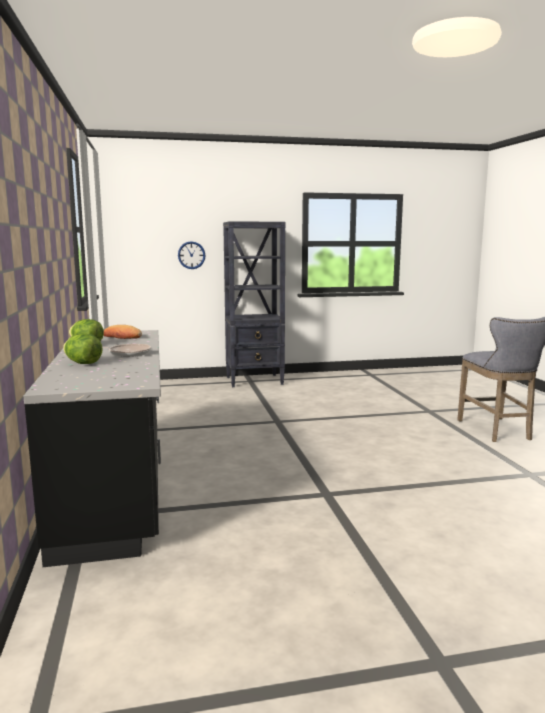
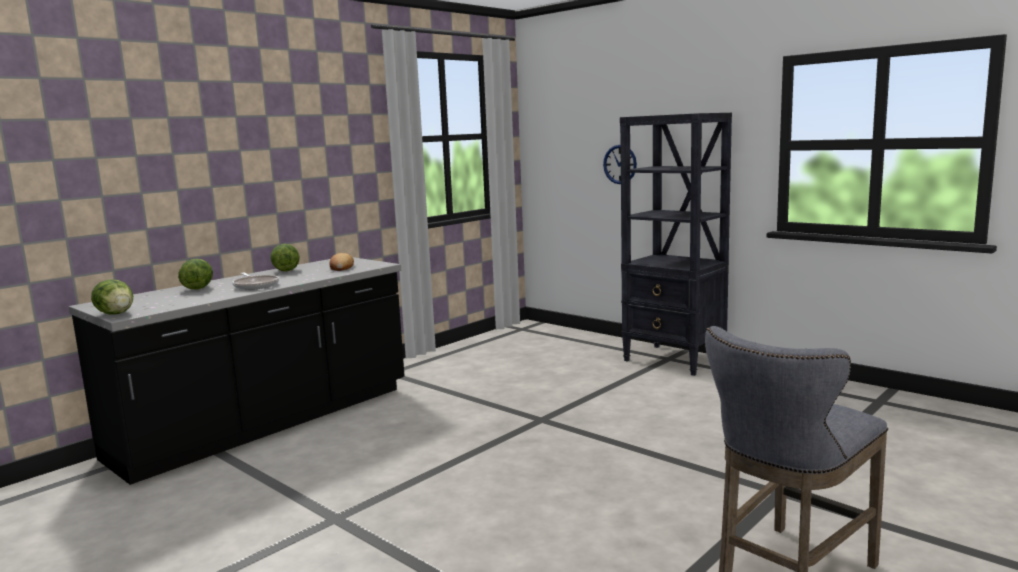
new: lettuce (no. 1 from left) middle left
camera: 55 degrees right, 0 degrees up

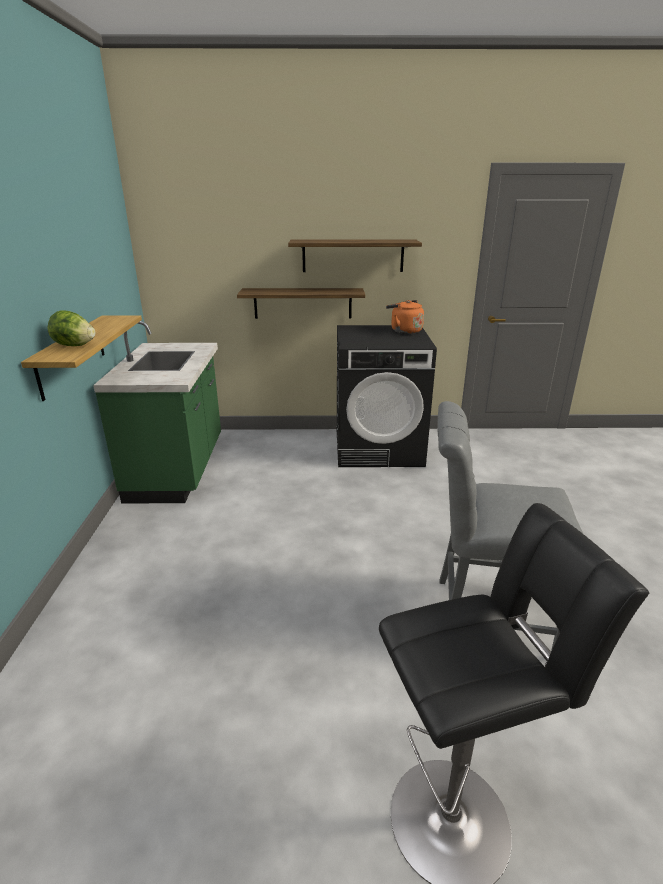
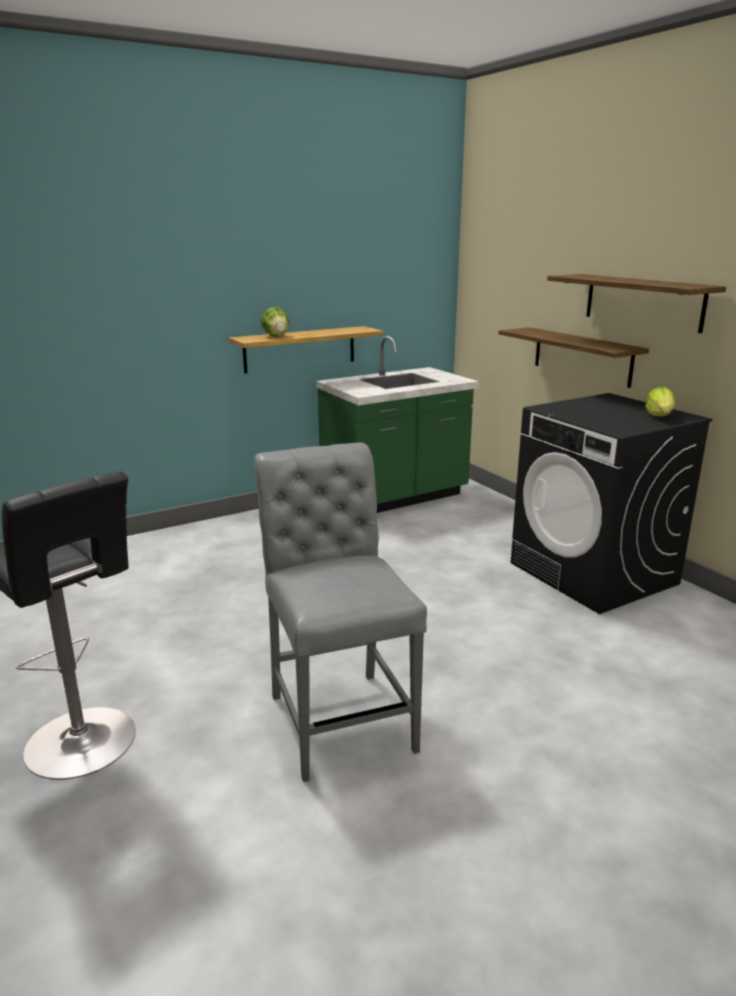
swapped: orange kettle centre to lettuce (no. 2 from left) middle right
camera: 60 degrees right, 5 degrees down

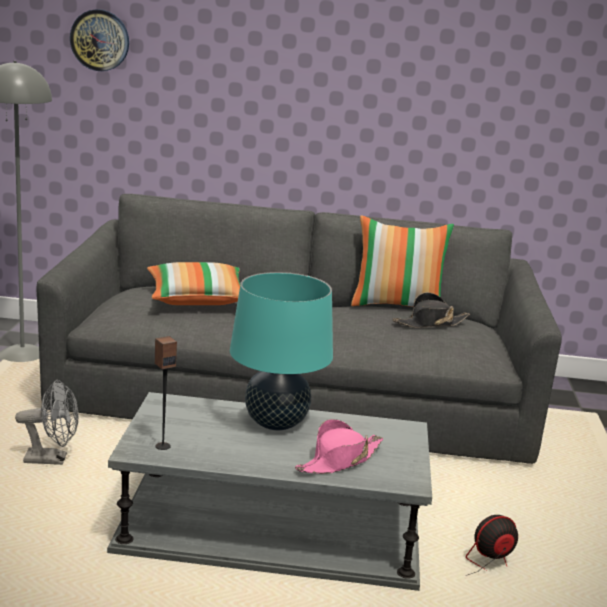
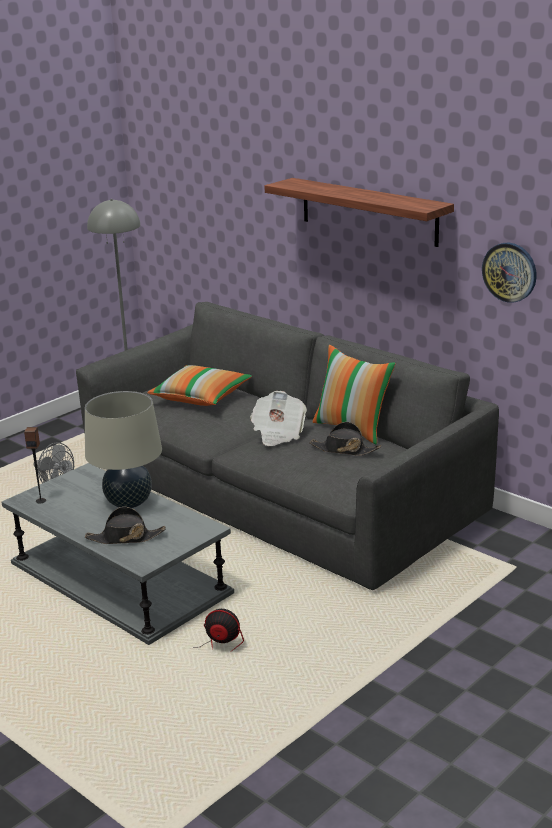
new: newspaper centre; shelf top centre
shifted: wall clock top left to top right
repainted: turquoise table lamp centre to beige table lamp middle left; pink hat bottom centre to black hat (no. 1 from left) middle left
camera: 40 degrees right, 5 degrees up

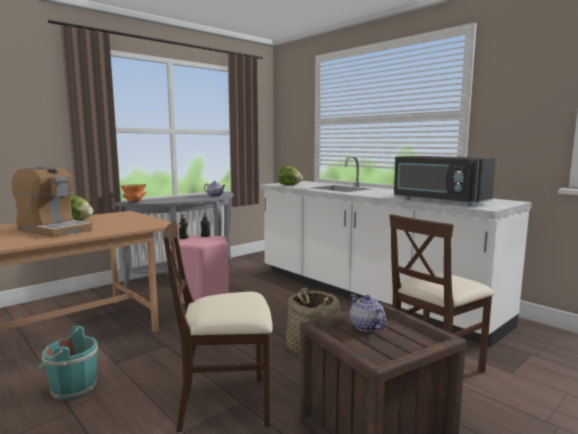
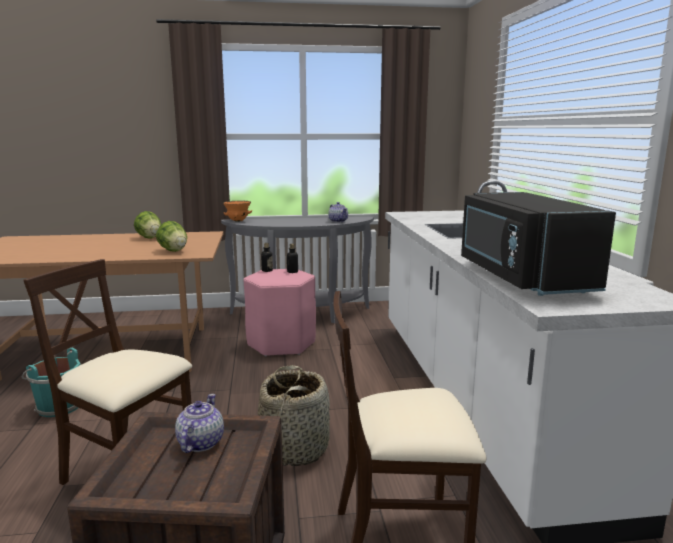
gone: coffee machine middle left
shifted: lettuce (no. 2 from left) centre to middle left
camera: 35 degrees right, 5 degrees up

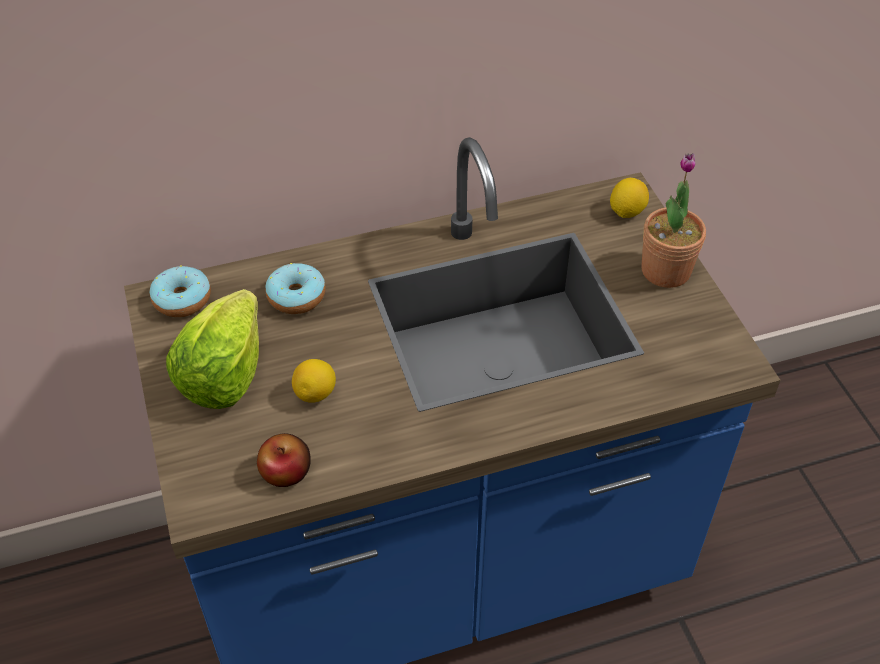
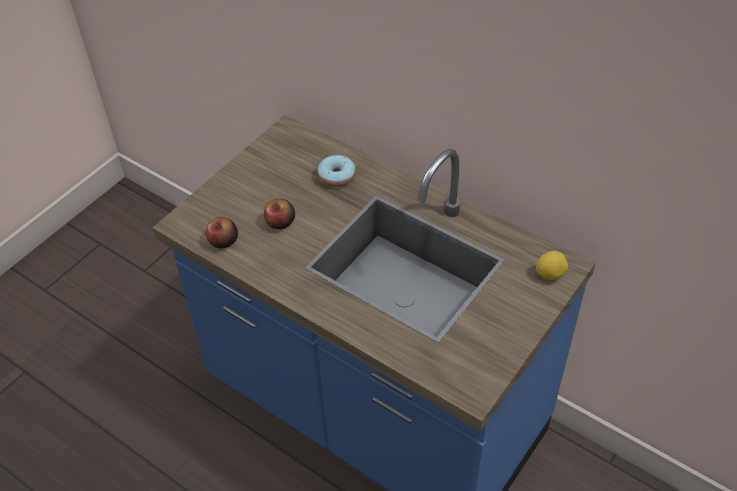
gone: donut (no. 1 from left) middle left; lettuce middle left; potted plant top right
swapped: lemon (no. 1 from left) centre to apple (no. 2 from left) centre
camera: 55 degrees right, 0 degrees up

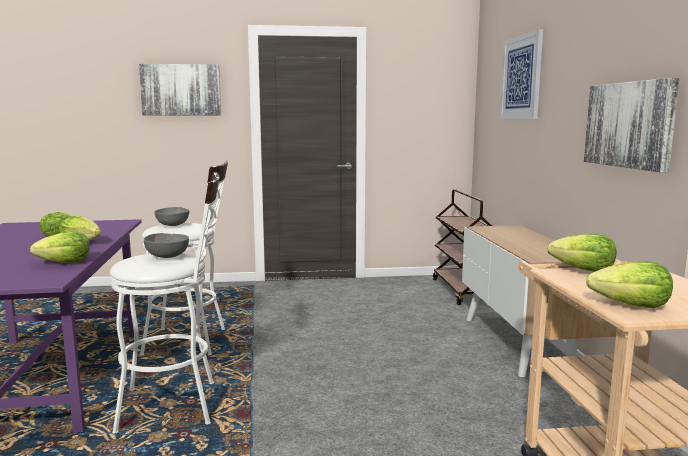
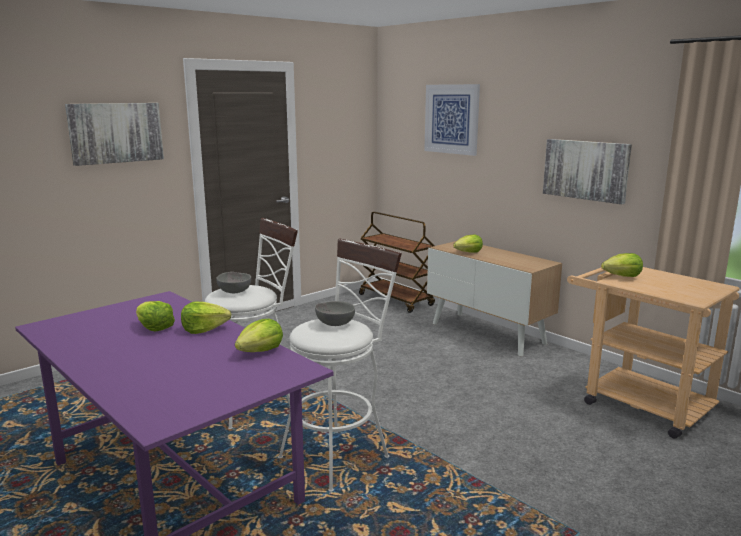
shifted: lettuce (no. 5 from left in the first image) middle right to lettuce (no. 4 from left) centre
camera: 35 degrees left, 5 degrees up

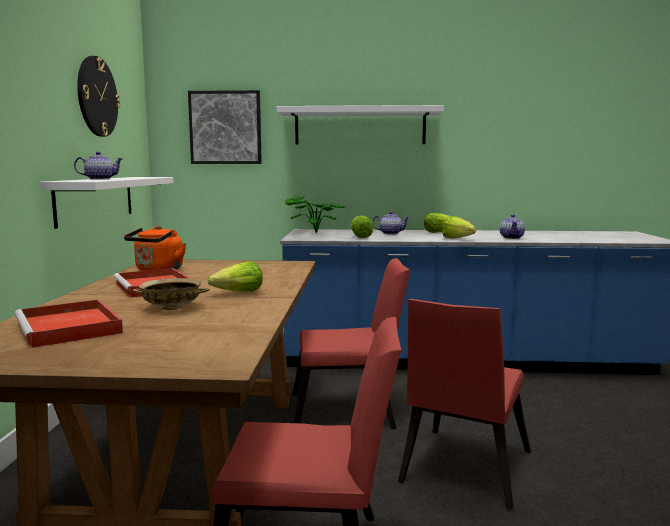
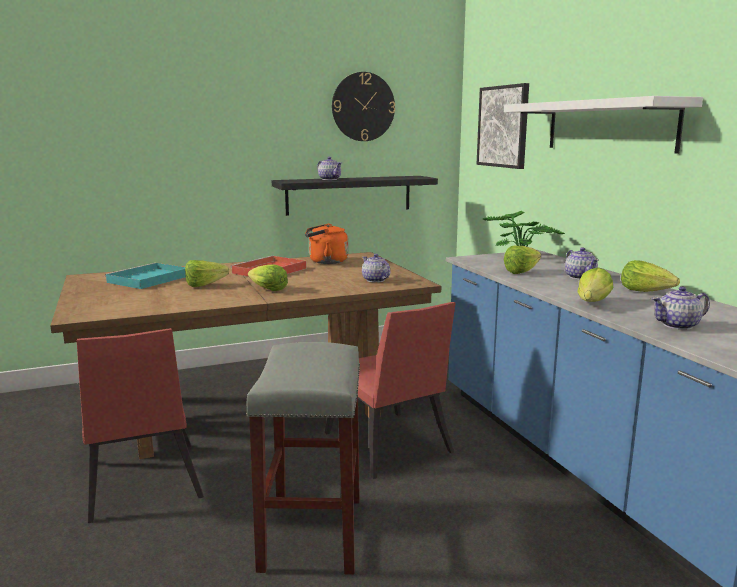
new: teapot (no. 2 from left) centre
swapped: beige bowl middle left to lettuce (no. 1 from left) middle left; red chair (no. 3 from left) bottom right to grey stool bottom centre
repainted: red tray (no. 1 from left) middle left to turquoise tray middle left; white shelf (no. 1 from left) middle left to black shelf centre
camera: 65 degrees right, 5 degrees up

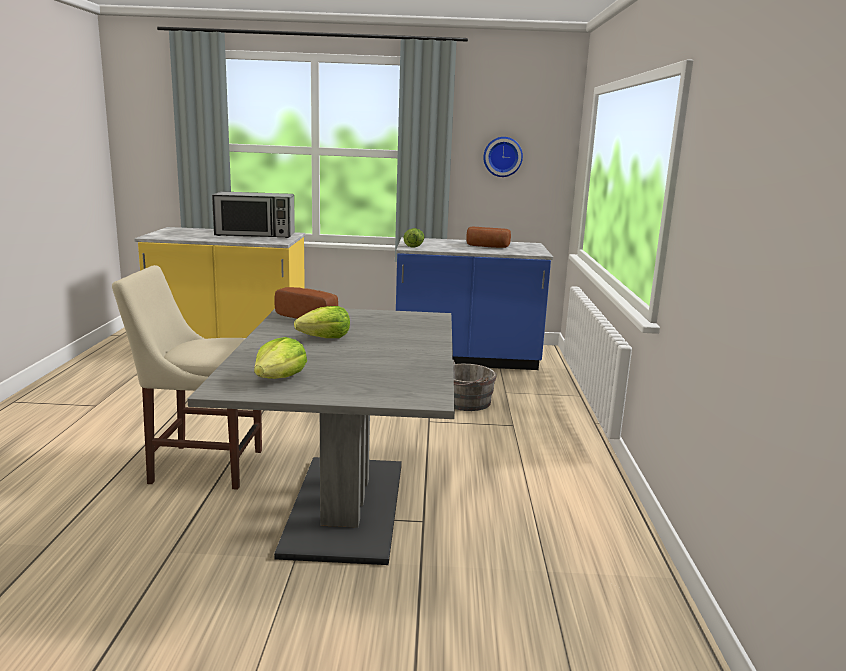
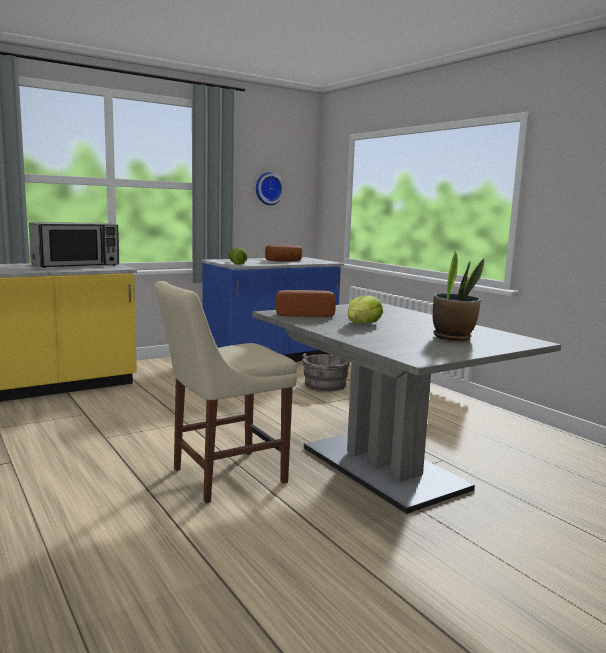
gone: lettuce (no. 1 from left) middle left
new: potted plant middle right
camera: 35 degrees left, 5 degrees down

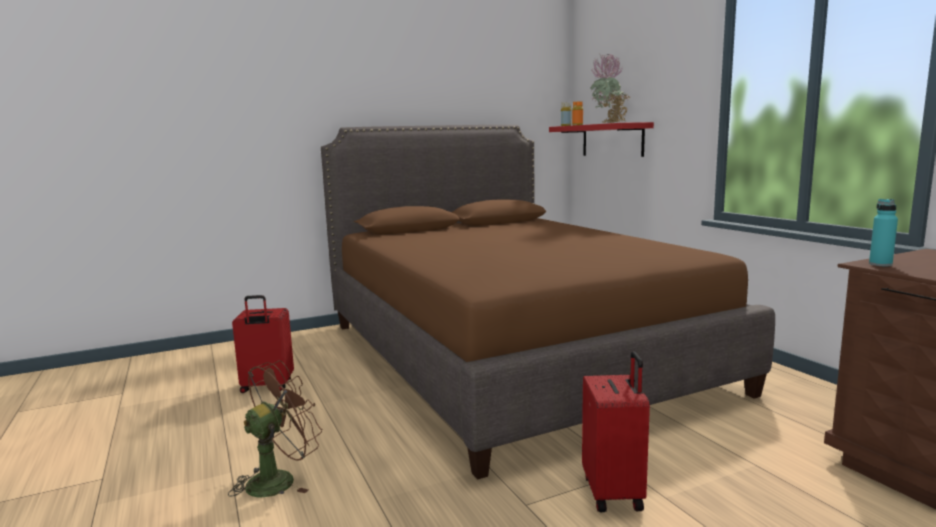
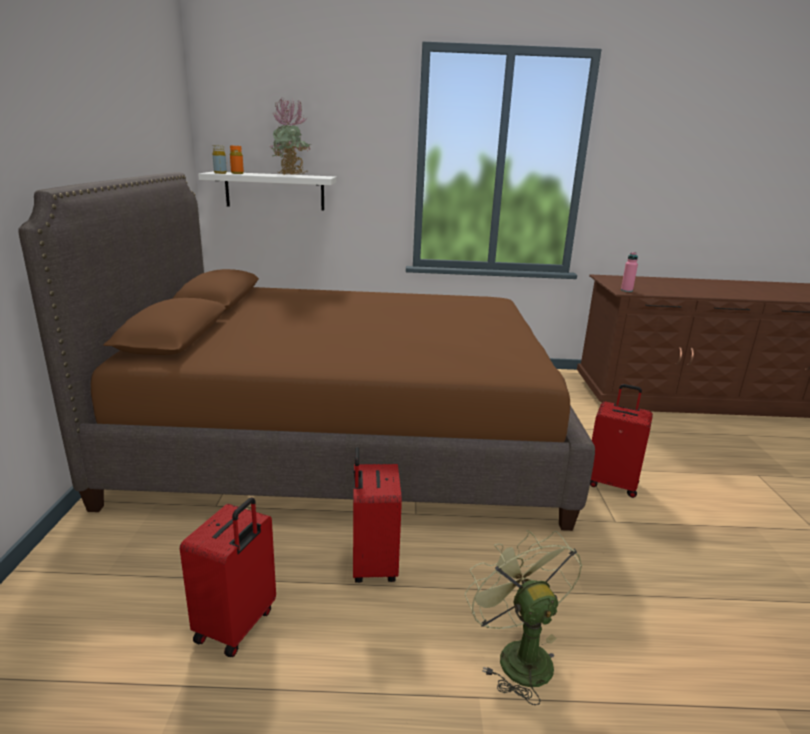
new: red suitcase (no. 2 from left) bottom centre
repainted: brown fan bottom left to green fan bottom centre; red shelf top centre to white shelf top left; turquoise bottle middle right to pink bottle middle right
camera: 65 degrees left, 10 degrees up

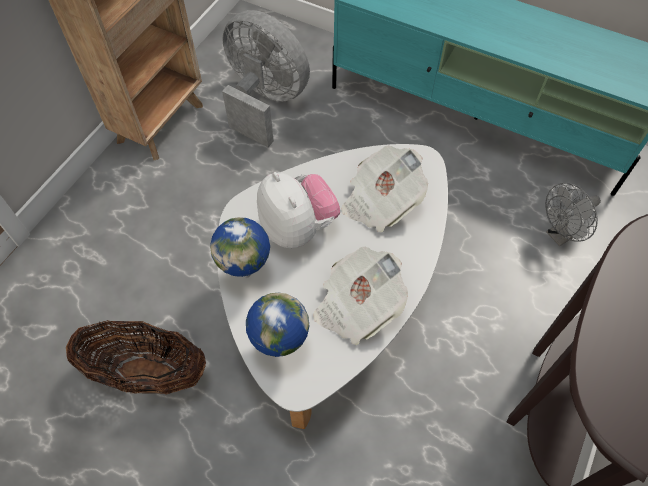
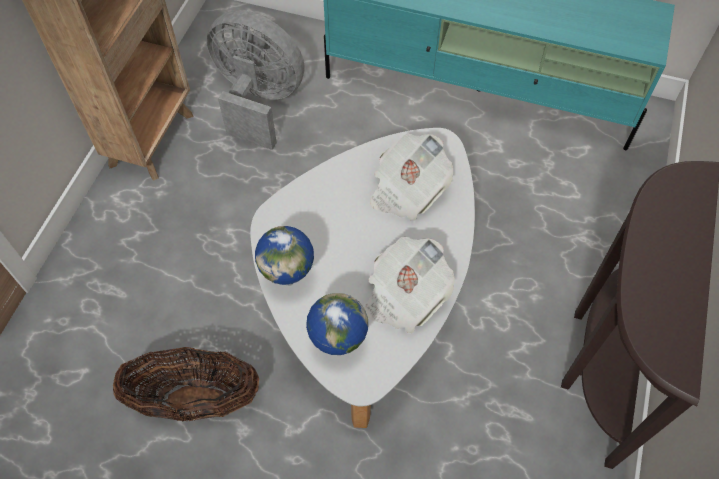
gone: plush toy centre; grey fan (no. 2 from left) middle right
camera: 10 degrees left, 0 degrees up

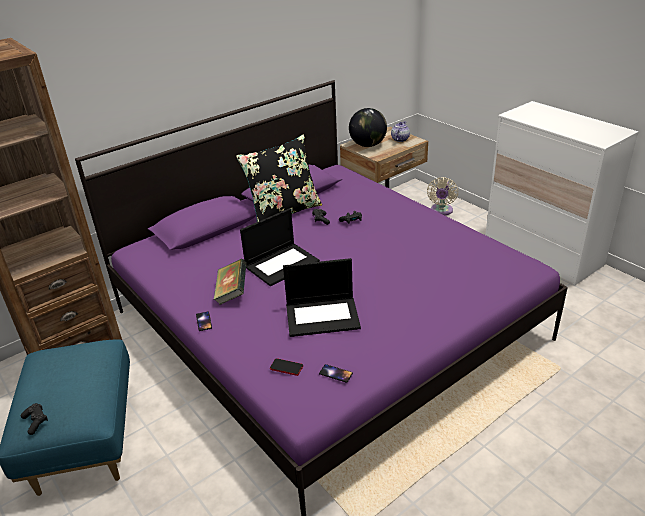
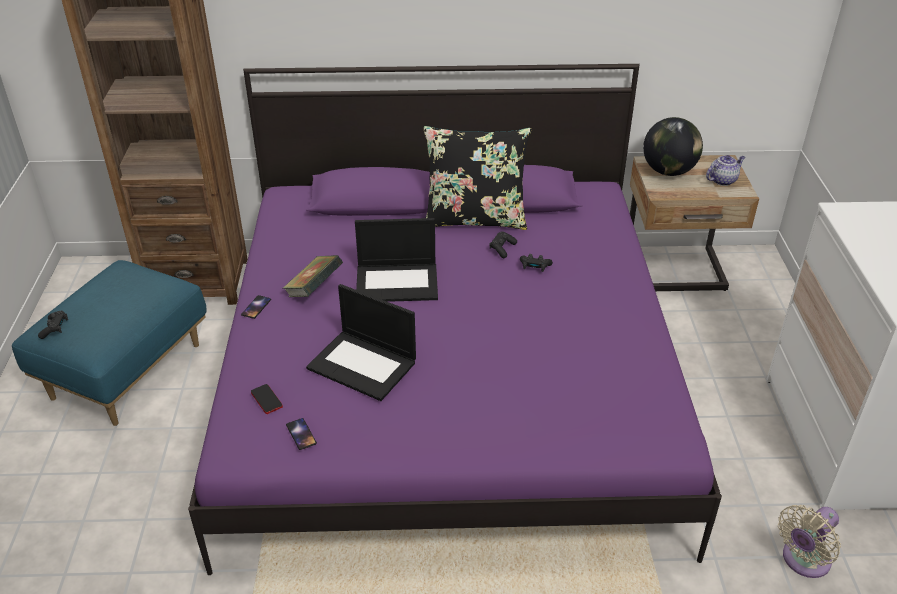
shifted: beige fan middle right to bottom right
camera: 35 degrees right, 5 degrees up

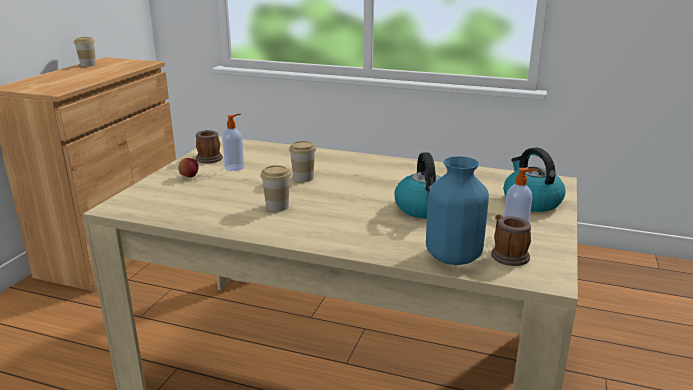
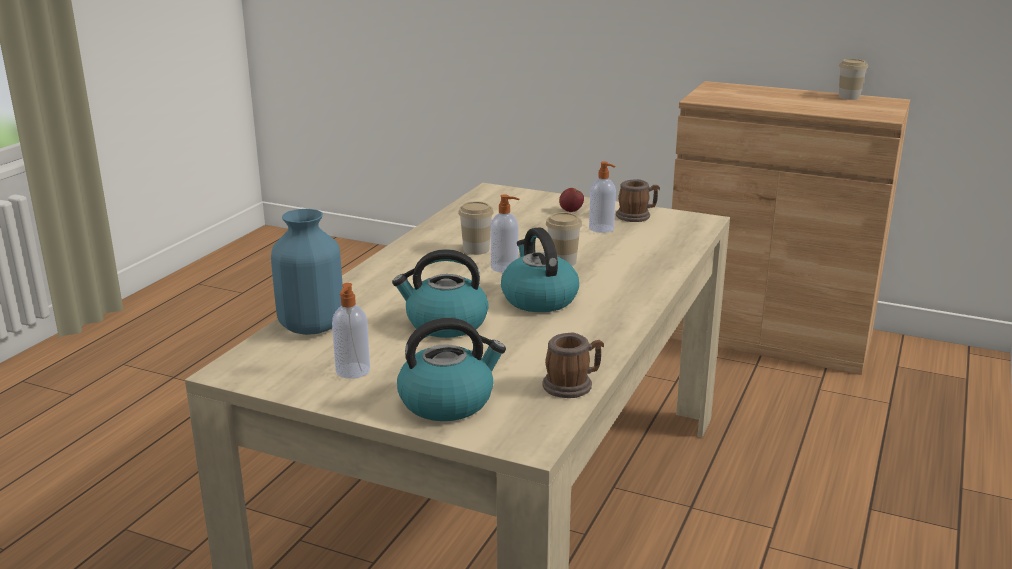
new: soap dispenser (no. 2 from left) centre; kettle (no. 3 from left) centre
shifted: mug (no. 2 from left in the first image) middle right to mug (no. 1 from left) centre
camera: 95 degrees right, 0 degrees up

